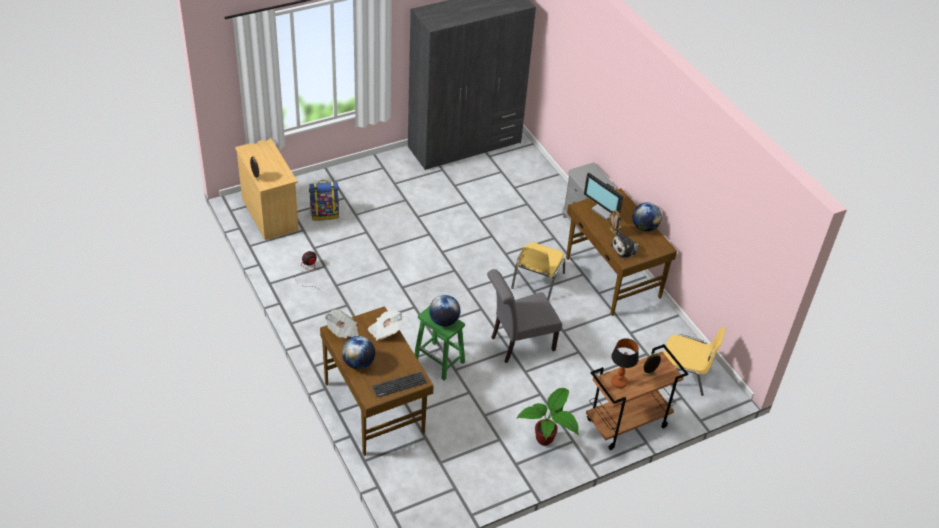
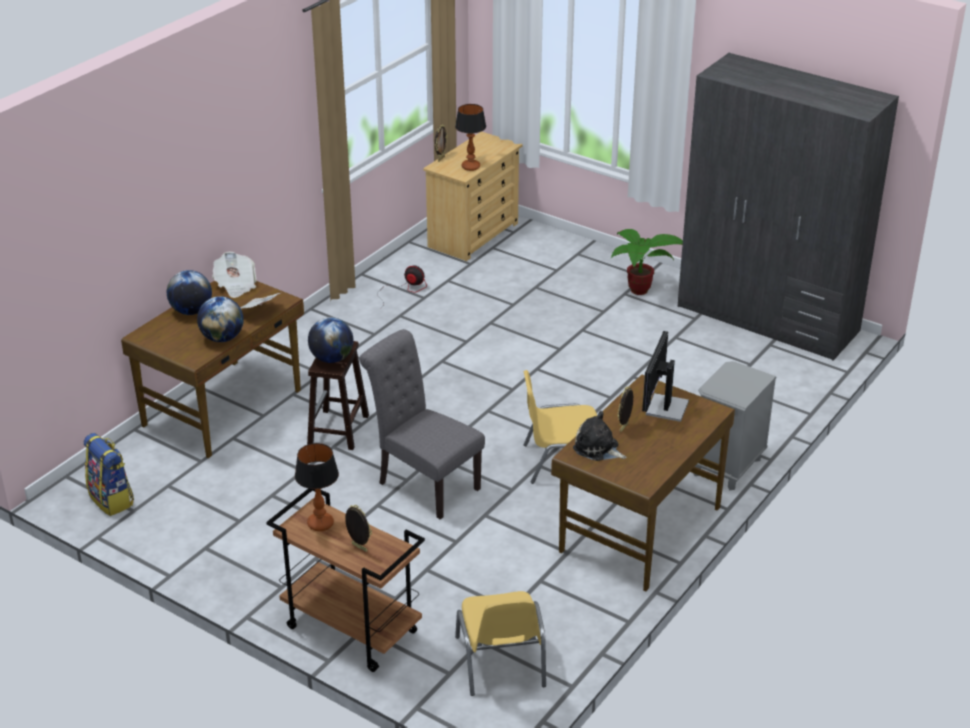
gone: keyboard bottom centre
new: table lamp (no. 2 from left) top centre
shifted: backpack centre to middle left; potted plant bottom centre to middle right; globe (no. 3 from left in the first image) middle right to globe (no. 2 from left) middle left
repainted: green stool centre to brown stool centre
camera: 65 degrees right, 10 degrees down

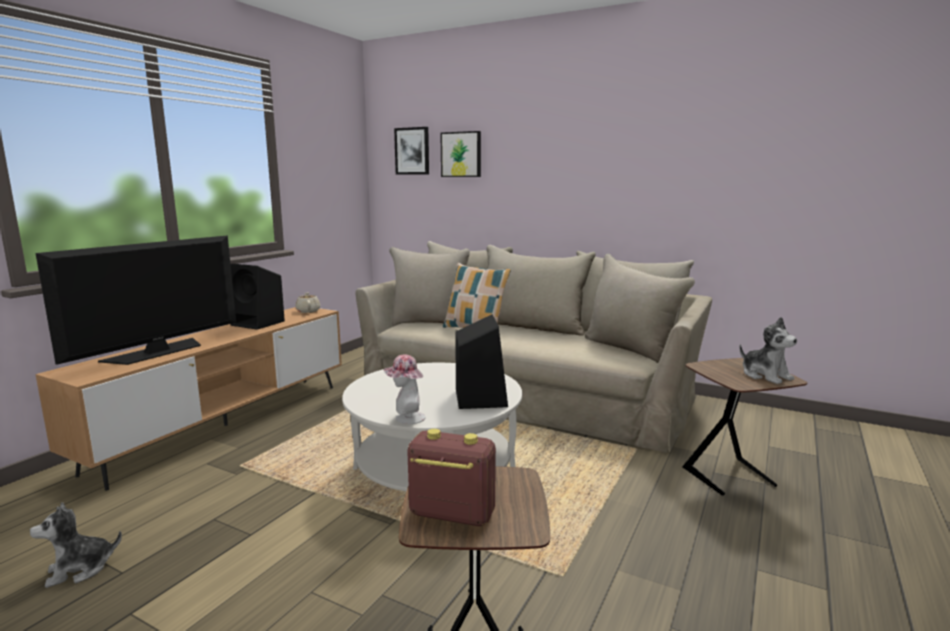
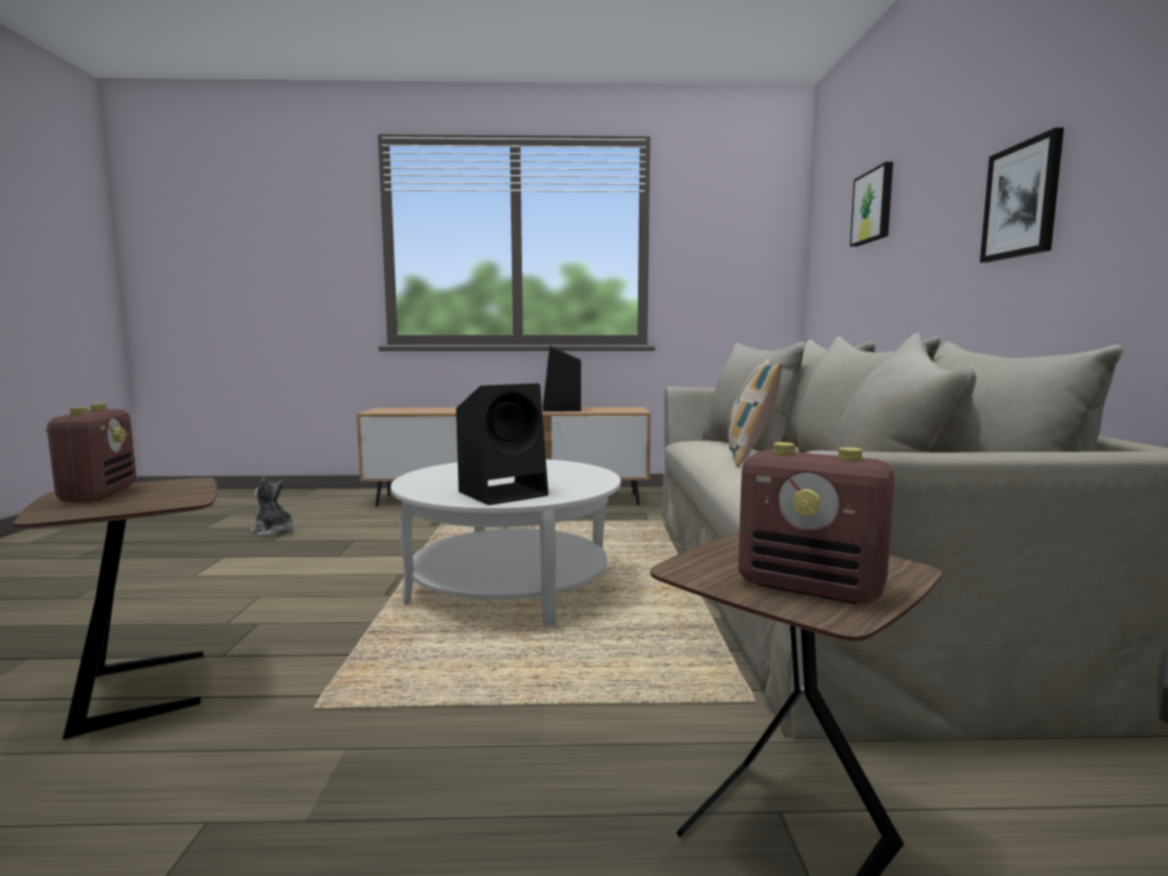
gone: television middle left; beige teapot middle left; hat centre
shifted: picture (no. 1 from left in the first image) top centre to picture (no. 2 from left) top right
swapped: plush toy (no. 2 from left) middle right to radio (no. 2 from left) middle right
camera: 60 degrees right, 5 degrees down

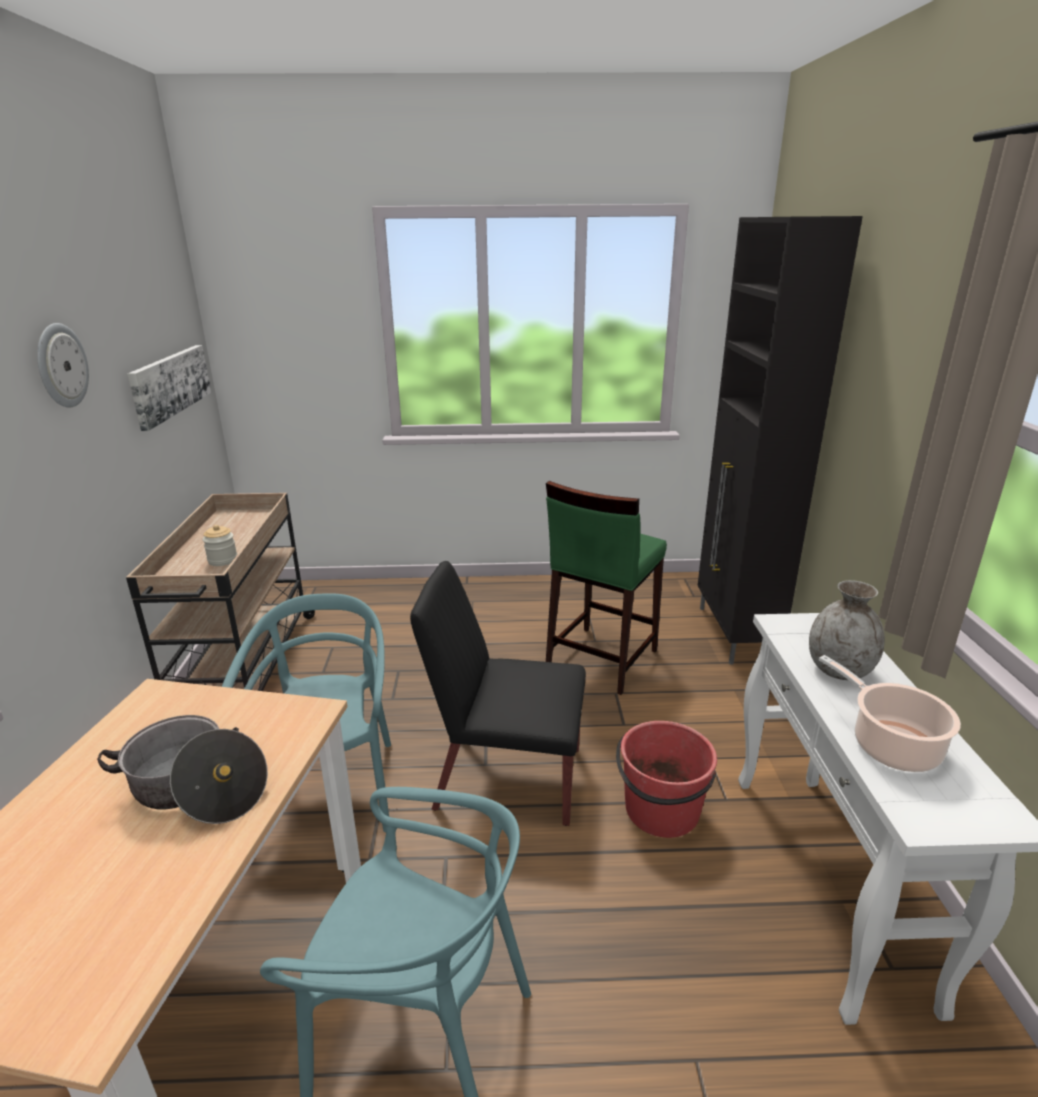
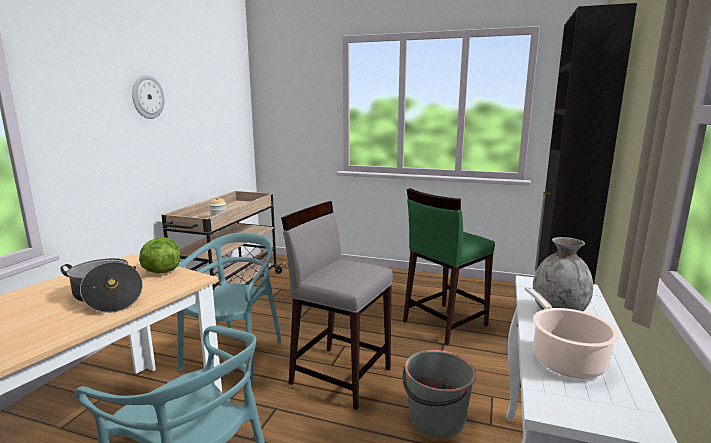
gone: picture middle left
new: lettuce middle left
swapped: black chair centre to grey stool bottom centre
repainted: red bucket bottom centre to grey bucket bottom centre
camera: 20 degrees right, 10 degrees down

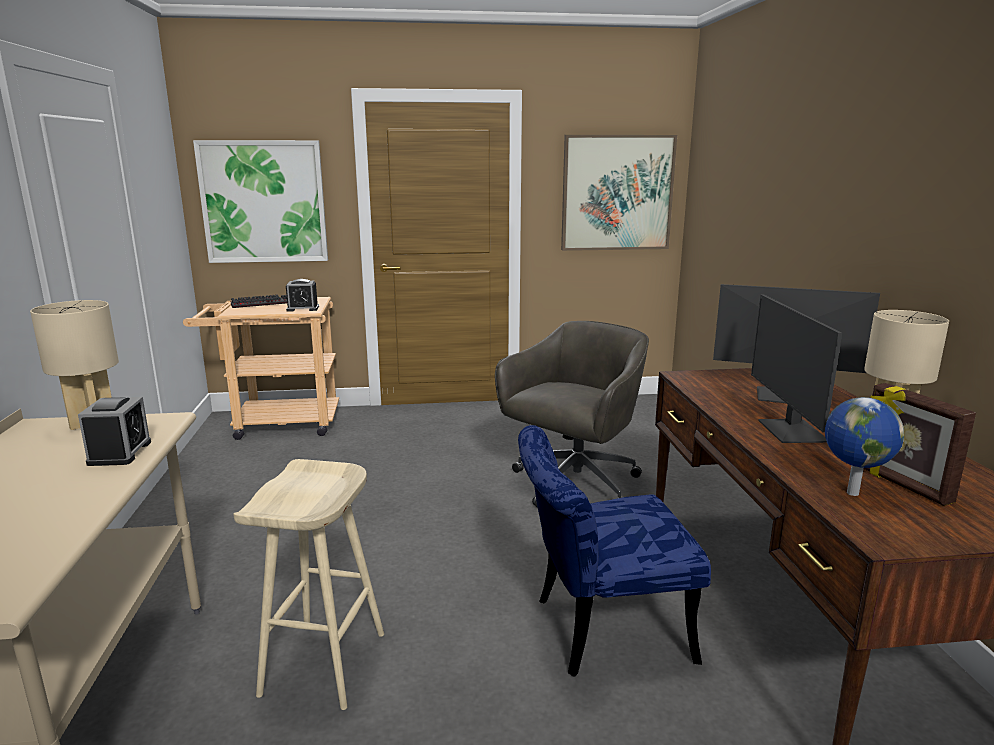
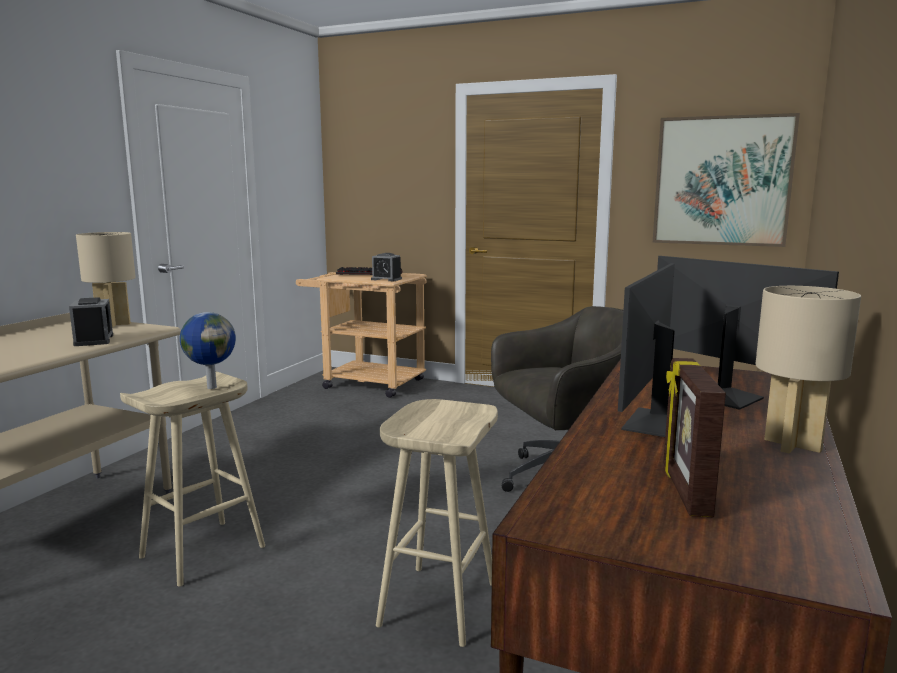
gone: picture (no. 1 from left) top left
shifted: globe middle right to middle left
swapped: blue chair bottom centre to beige stool (no. 2 from left) bottom centre
rotated: alarm clock (no. 1 from left) middle left = middle left 45 degrees counterclockwise
camera: 30 degrees right, 5 degrees down

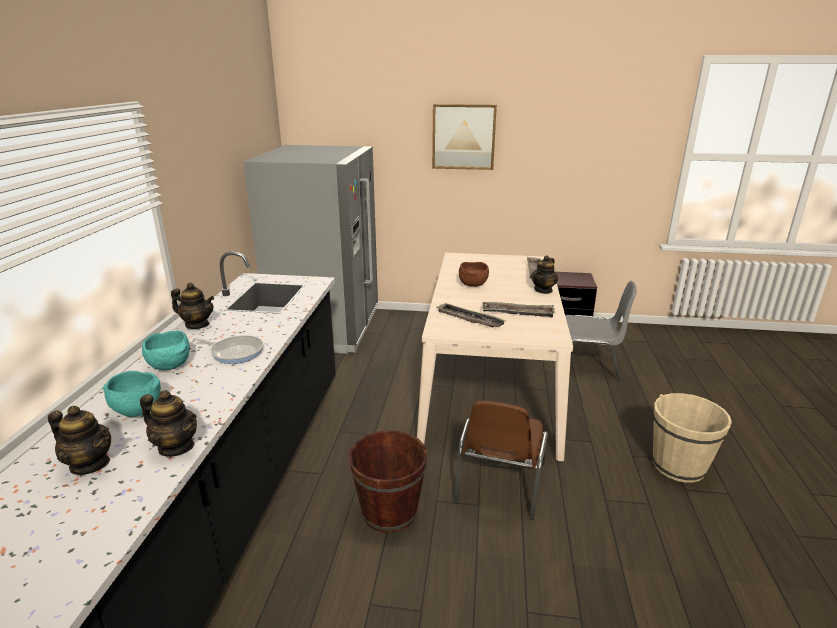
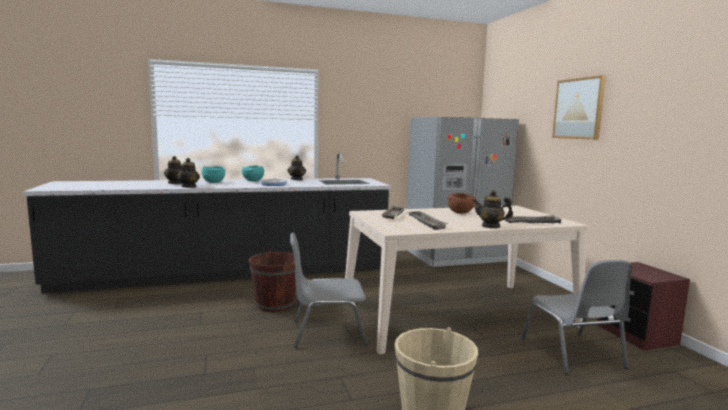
repainted: brown chair bottom centre to grey chair (no. 1 from left) bottom centre
camera: 65 degrees right, 15 degrees down

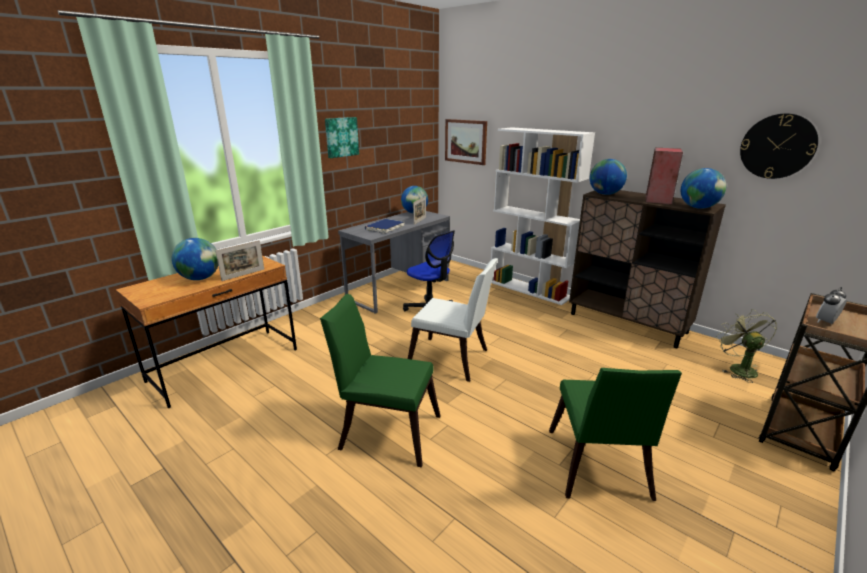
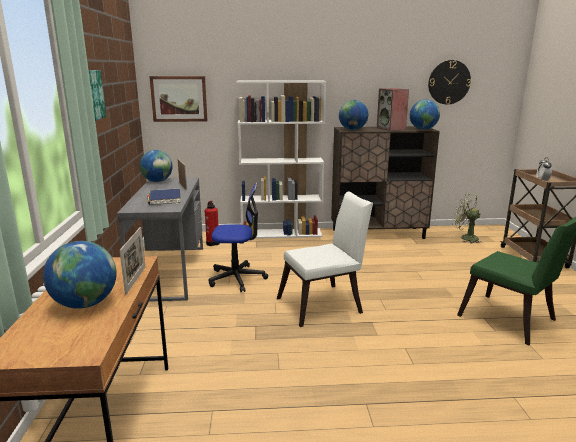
gone: green chair (no. 1 from left) centre
new: fire extinguisher centre
camera: 45 degrees left, 5 degrees down

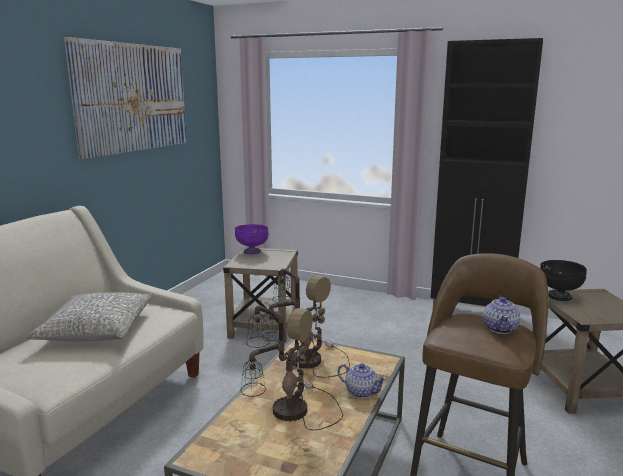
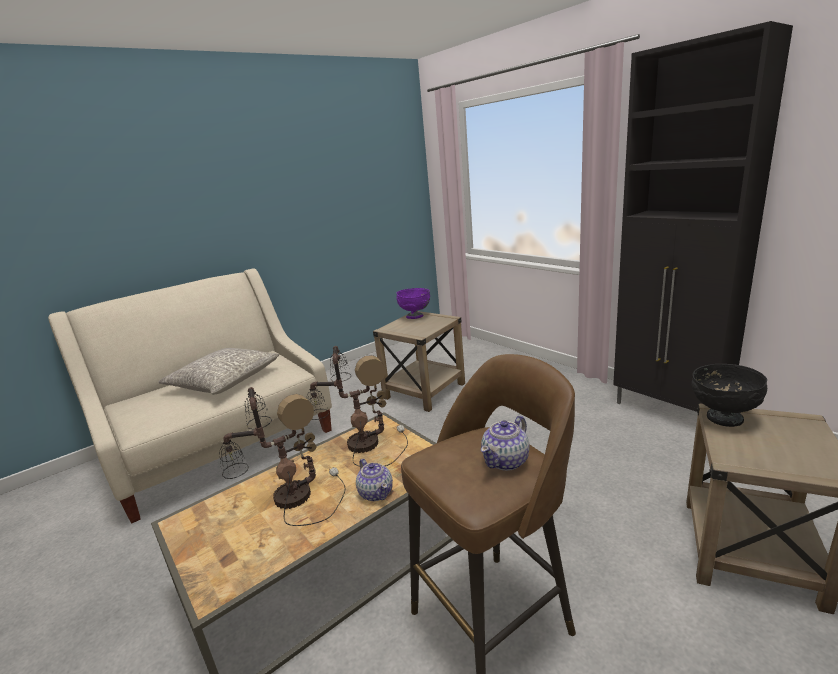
gone: picture top left
camera: 30 degrees right, 5 degrees up

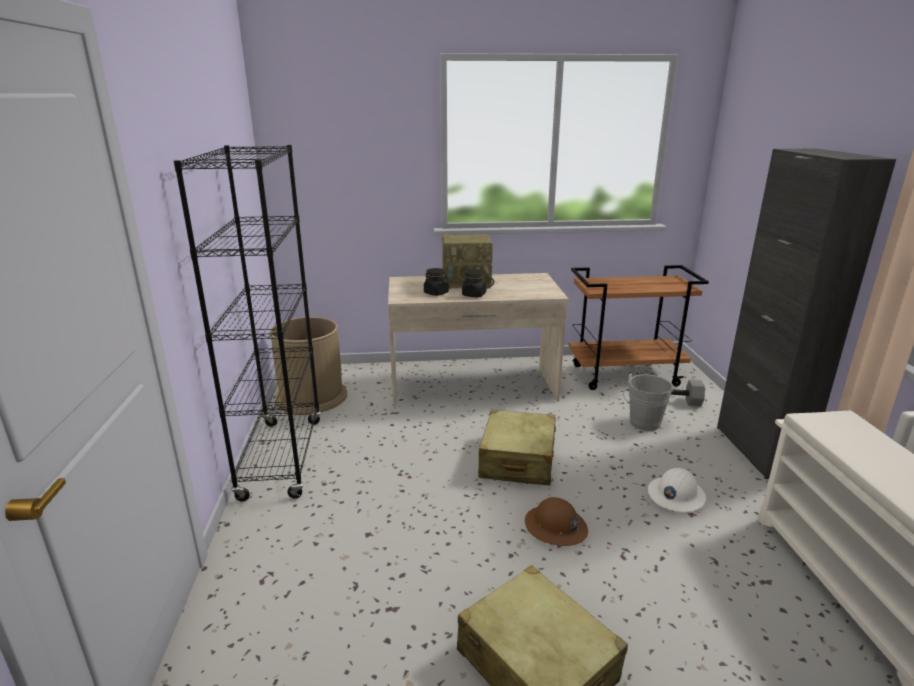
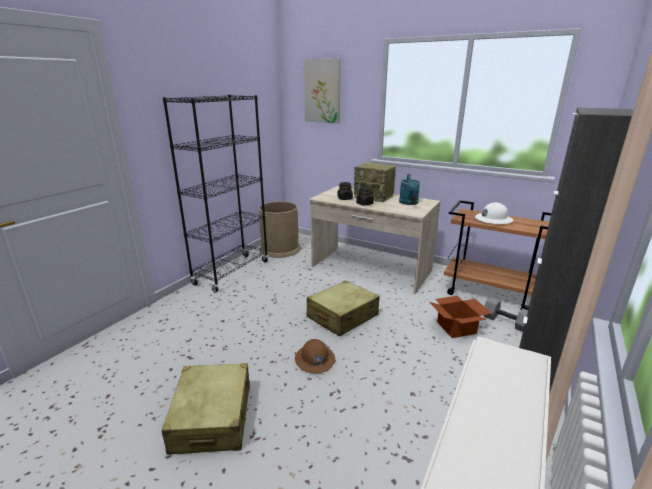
new: picture top centre; turquoise watering can centre
shifted: white hard hat bottom right to middle right
swapped: grey bucket middle right to cardboard box middle right
camera: 35 degrees right, 0 degrees up

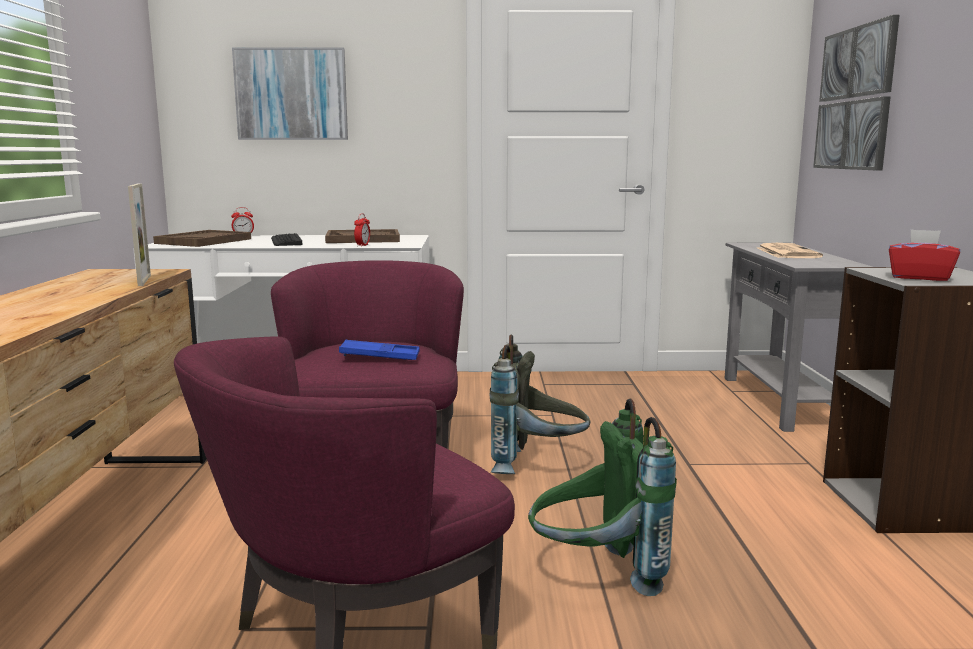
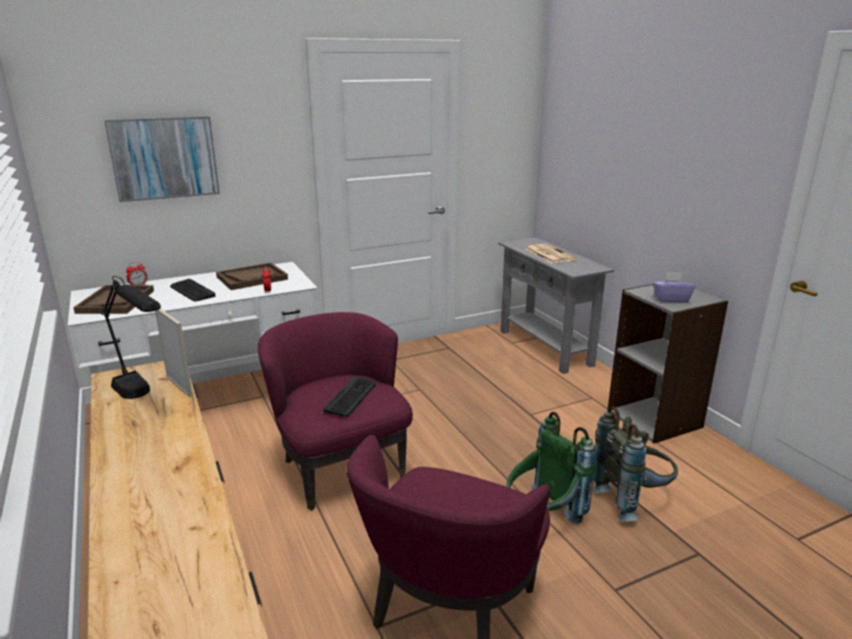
gone: picture (no. 2 from left) top right
new: black table lamp middle left
shifted: grey backpack centre to bottom right
swapped: blue tray centre to keyboard (no. 2 from left) centre
repainted: red tissue box middle right to purple tissue box middle right
camera: 25 degrees left, 10 degrees up

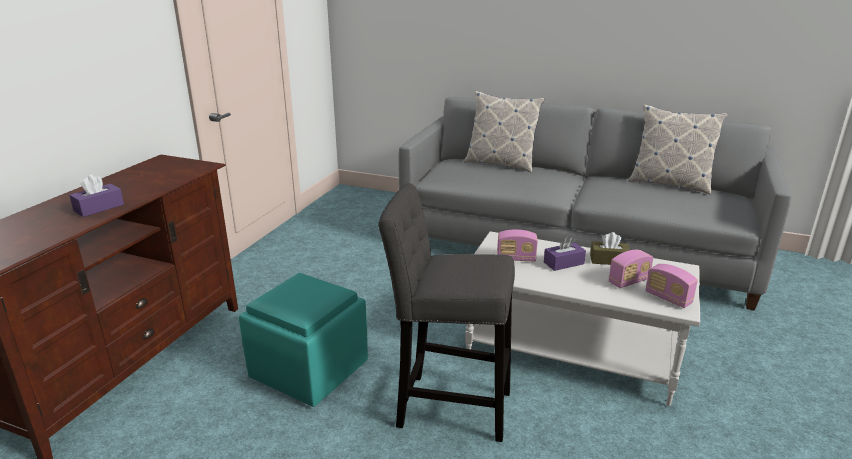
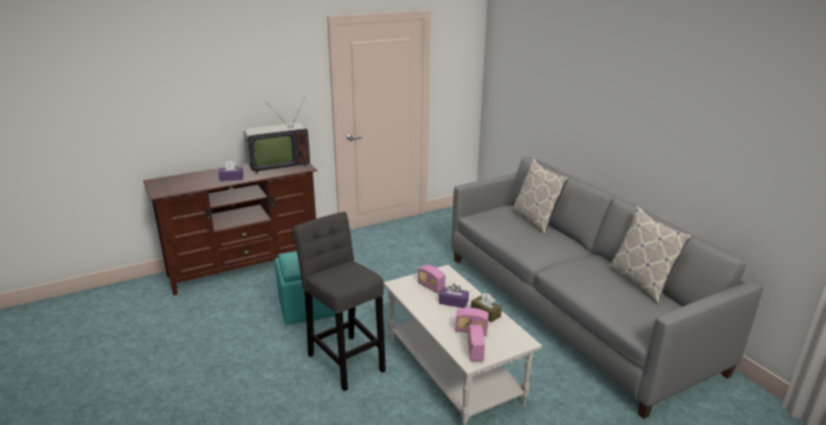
new: television top centre
camera: 40 degrees right, 0 degrees up

